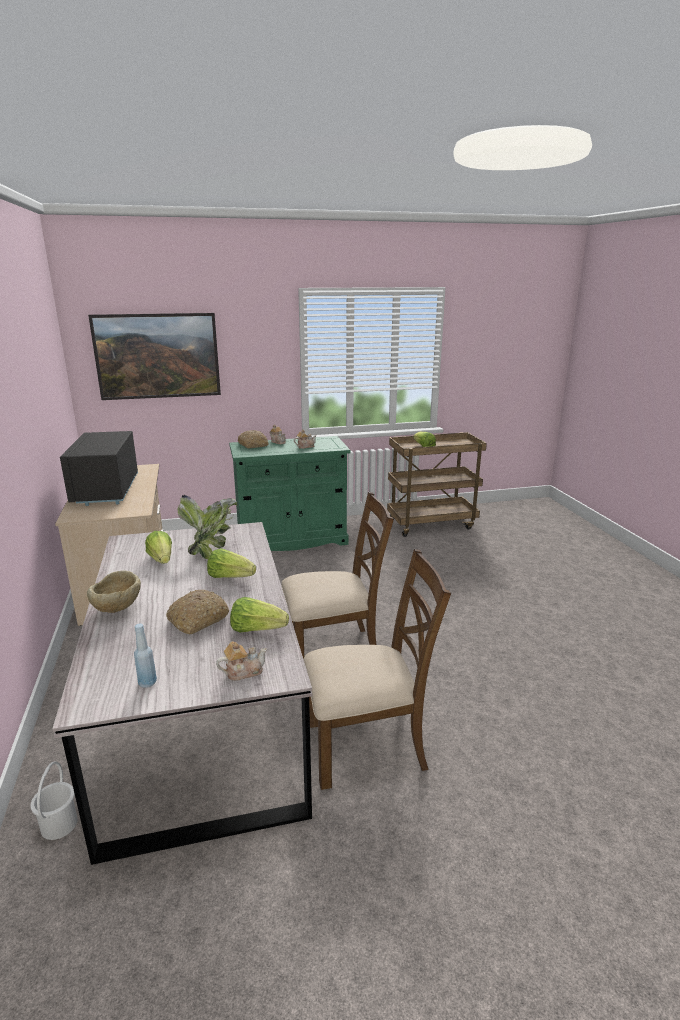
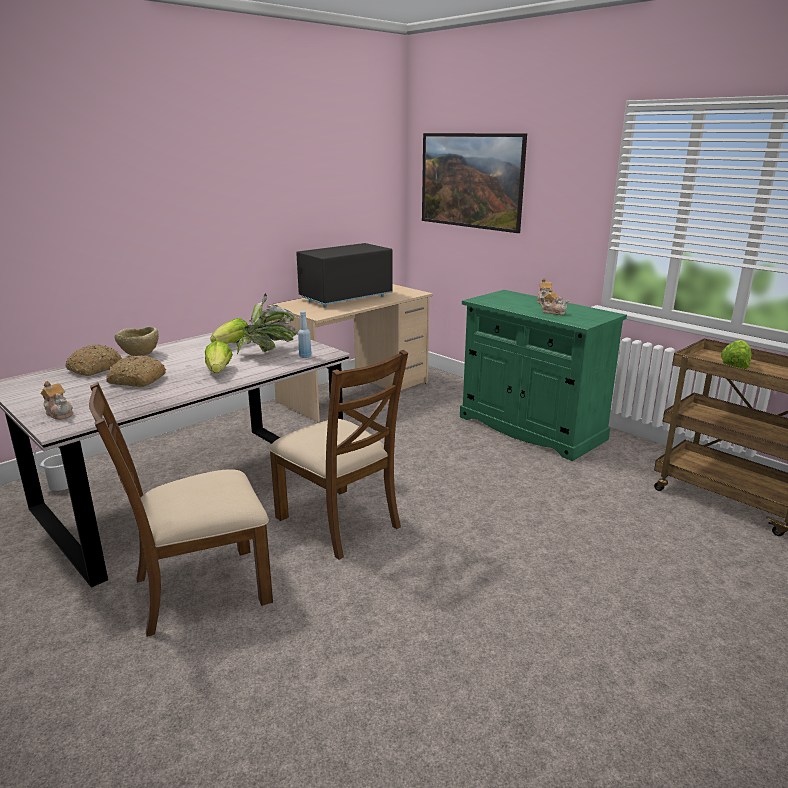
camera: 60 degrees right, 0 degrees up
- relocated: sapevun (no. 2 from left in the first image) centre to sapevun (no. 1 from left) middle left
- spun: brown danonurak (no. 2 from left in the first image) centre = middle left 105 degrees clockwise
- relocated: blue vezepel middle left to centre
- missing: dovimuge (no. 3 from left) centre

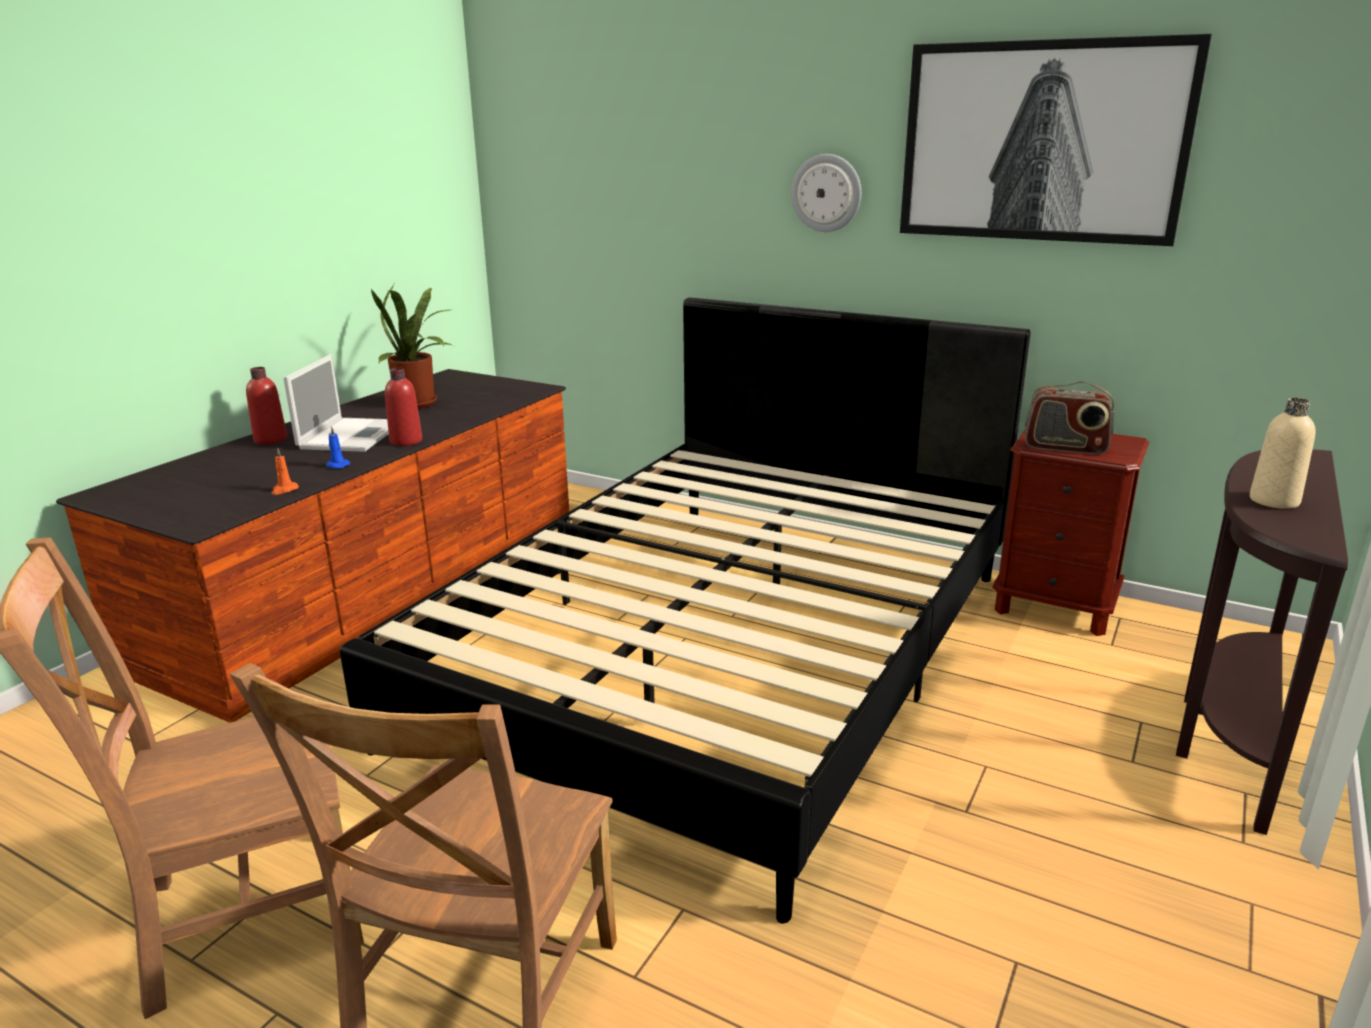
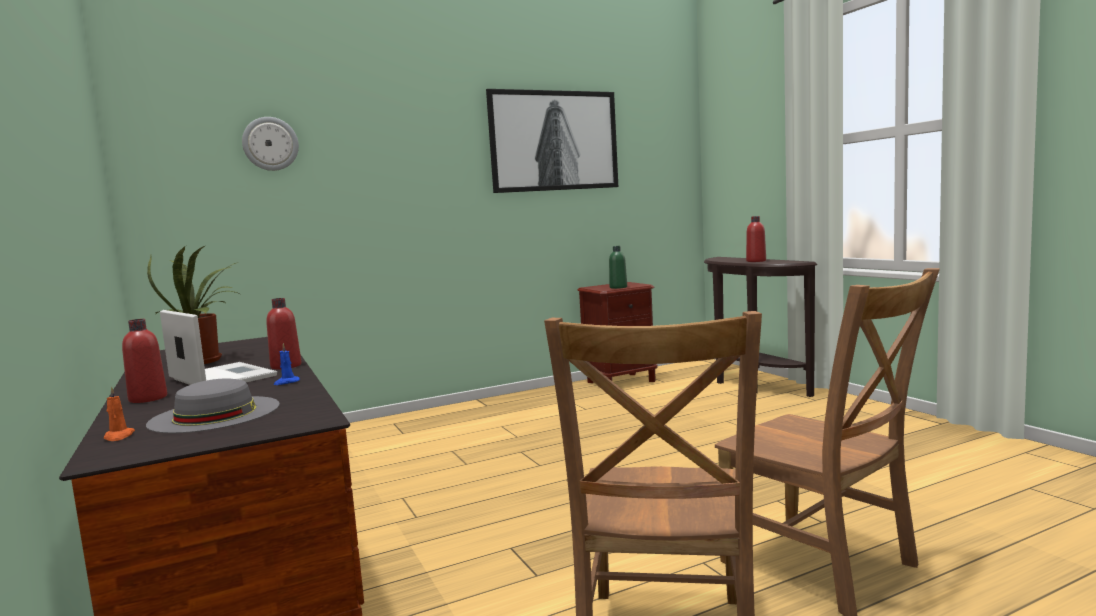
camera: 55 degrees left, 15 degrees down
- relocated: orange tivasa middle left to bottom left
- appeared: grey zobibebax middle left
- relocated: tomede top centre to top left
- exchanged: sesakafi middle right to green vezepel centre
- colour: beige vezepel middle right to red vezepel (no. 3 from left) middle right
- missing: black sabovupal centre

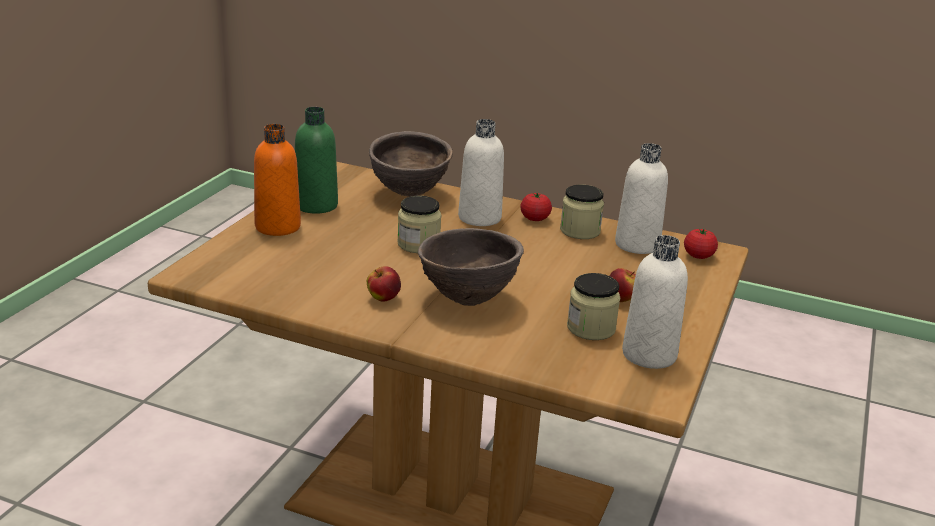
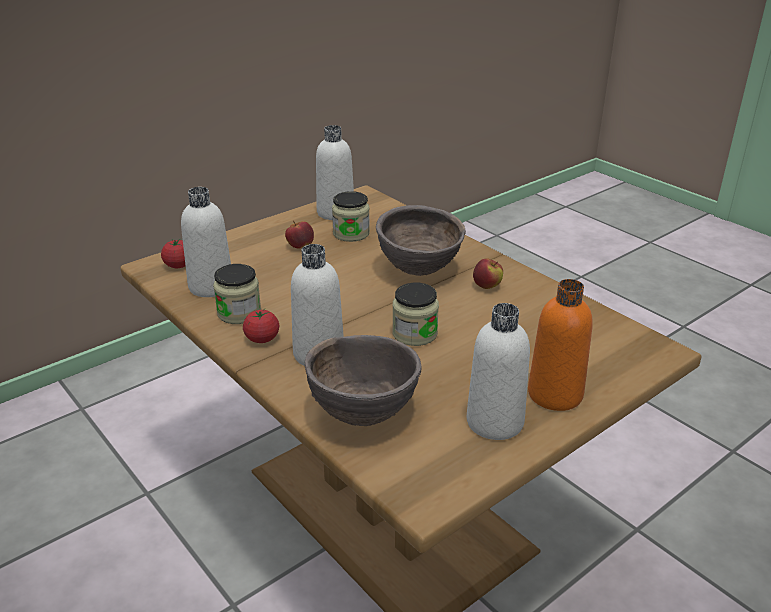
camera: 150 degrees left, 5 degrees up
- colour: green vezepel top centre to white vezepel (no. 4 from left) centre

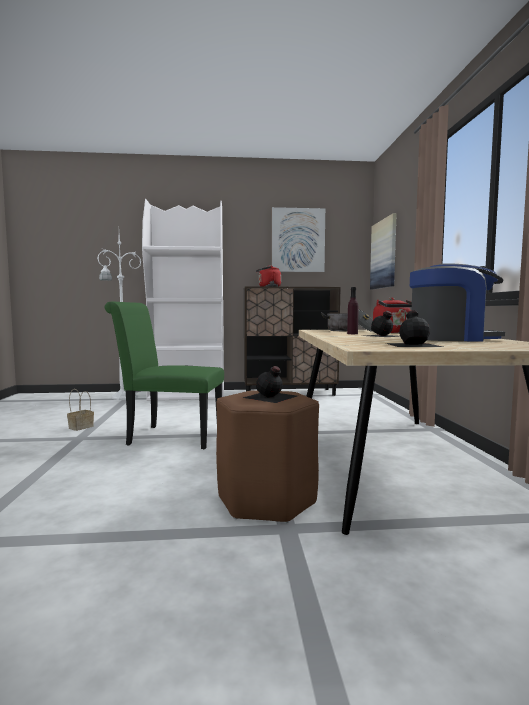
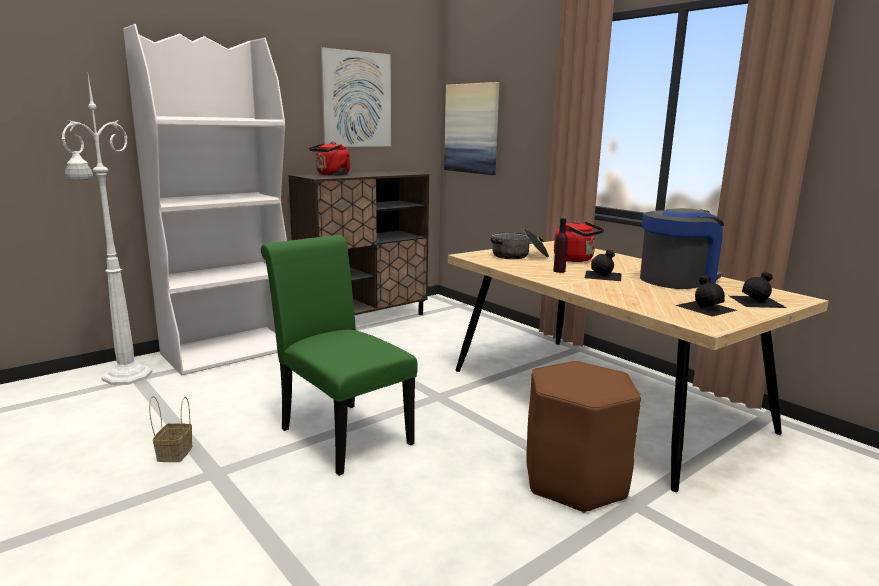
camera: 35 degrees left, 10 degrees up
- spun: green danonurak middle left = centre 75 degrees clockwise
- relocated: black vezepel (no. 1 from left in the first image) centre to black vezepel (no. 3 from left) middle right

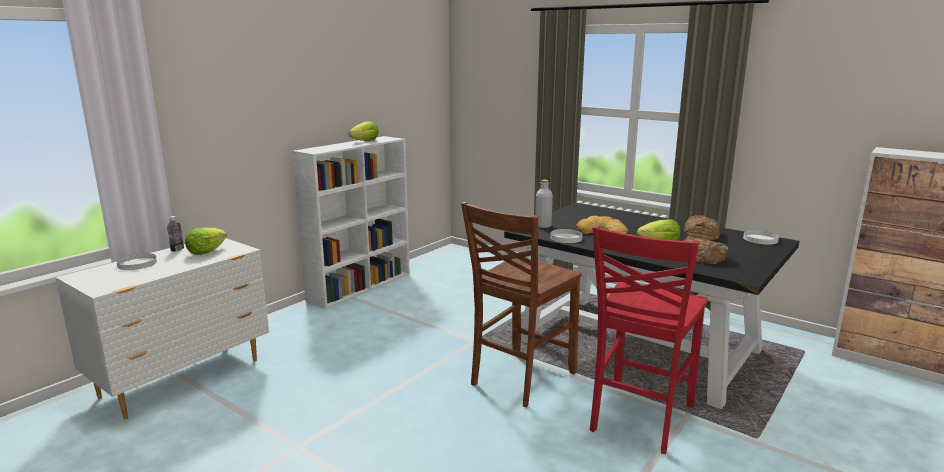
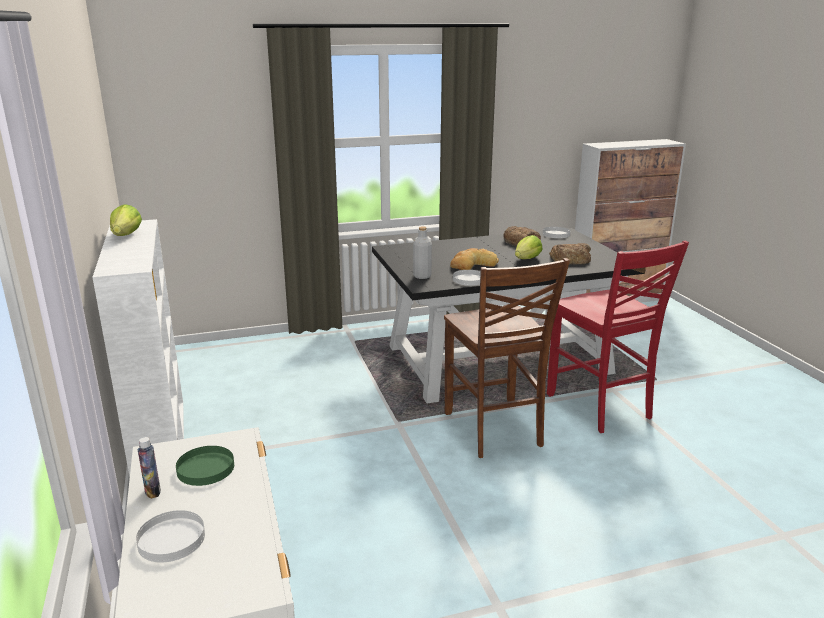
camera: 55 degrees left, 5 degrees up
- exchanged: dovimuge (no. 1 from left) middle left to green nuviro bottom left

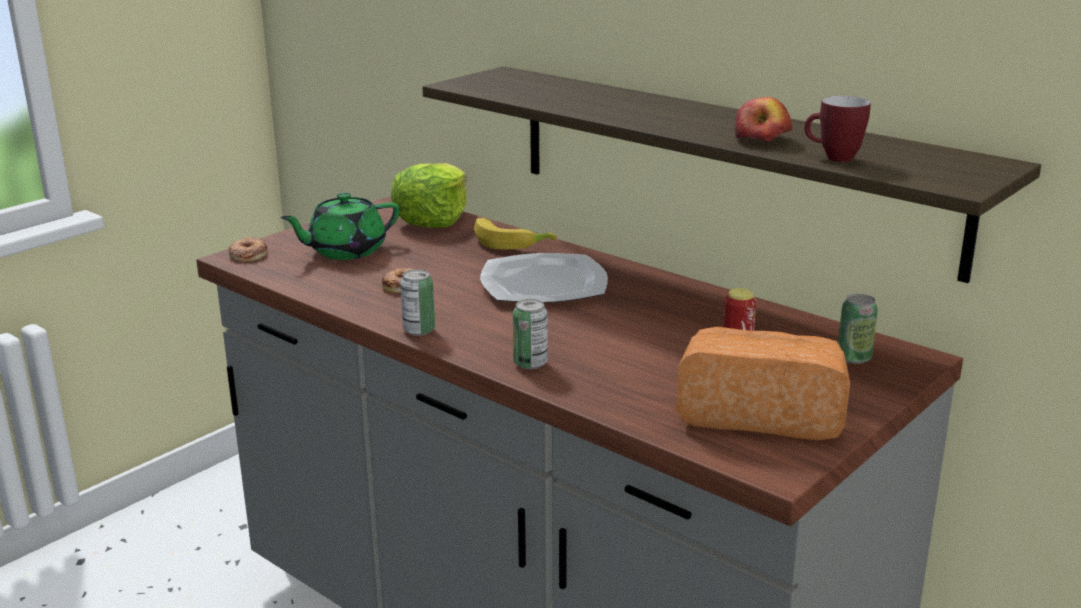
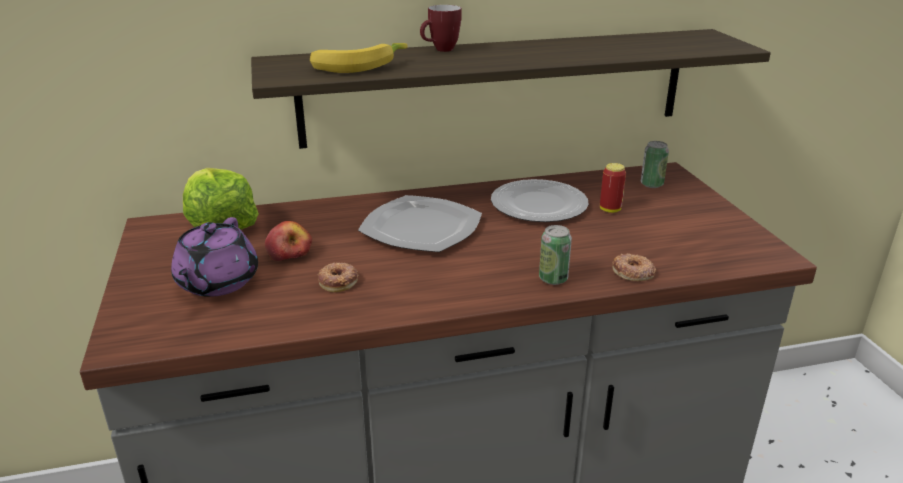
camera: 55 degrees left, 5 degrees up
- colour: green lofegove middle left to purple lofegove middle left
- relocated: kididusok top right to middle left
- relocated: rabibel centre to top centre
- relocated: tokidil top right to top centre
- appeared: nuviro (no. 2 from left) centre
- relocated: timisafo (no. 1 from left in the first image) middle left to timisafo (no. 2 from left) middle right
- missing: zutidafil (no. 1 from left) centre
- missing: sapevun middle right

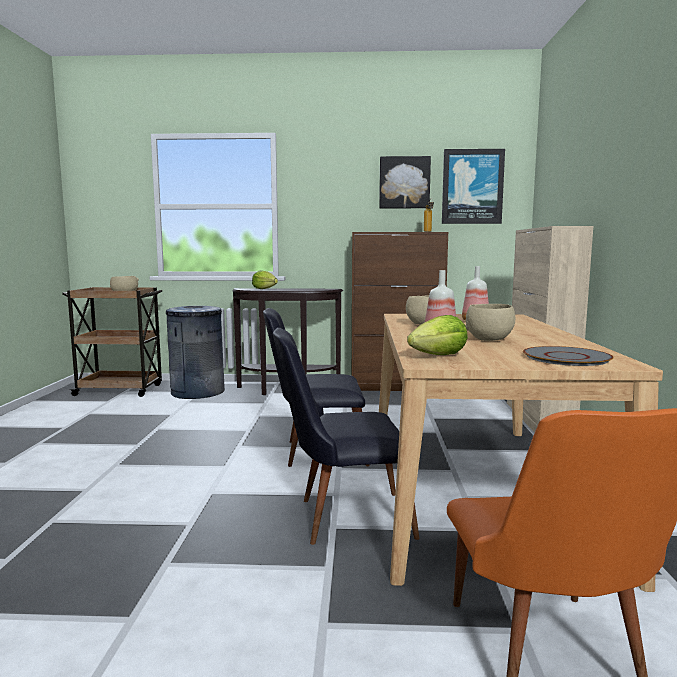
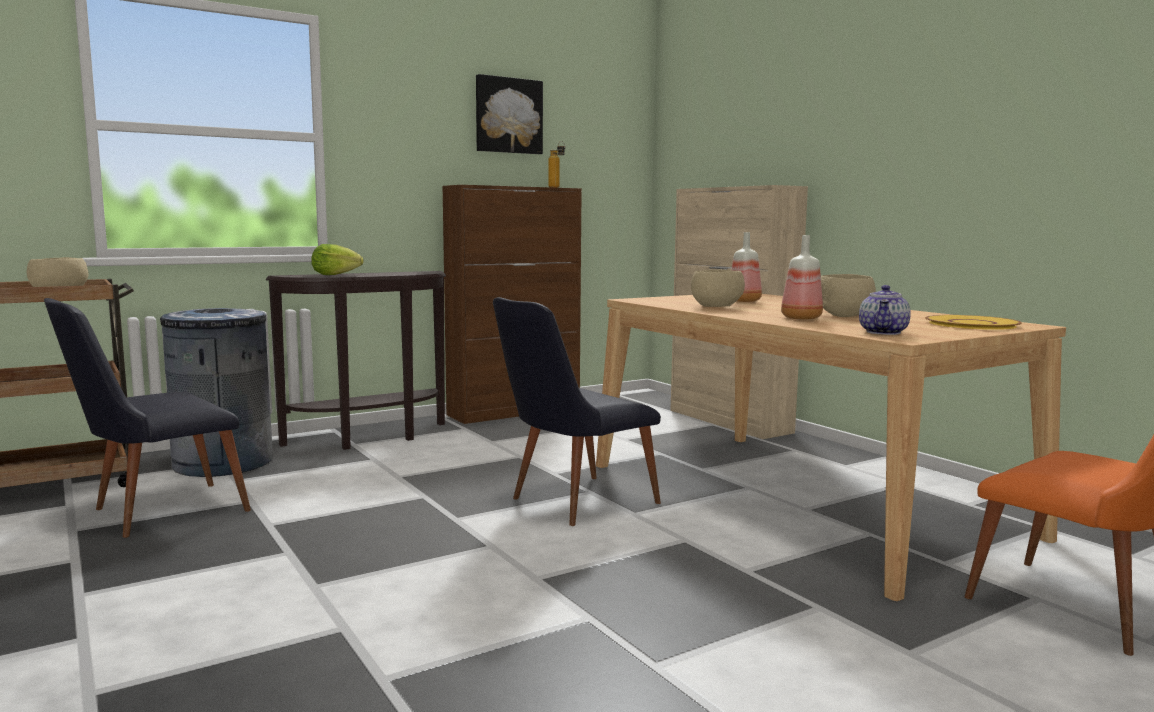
camera: 35 degrees left, 0 degrees up
- relocated: black danonurak (no. 2 from left in the first image) centre to black danonurak (no. 1 from left) middle left
- exchanged: dovimuge (no. 2 from left) centre to lofegove middle right
- colour: grey nuviro middle right to yellow nuviro middle right
- missing: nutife (no. 2 from left) top right

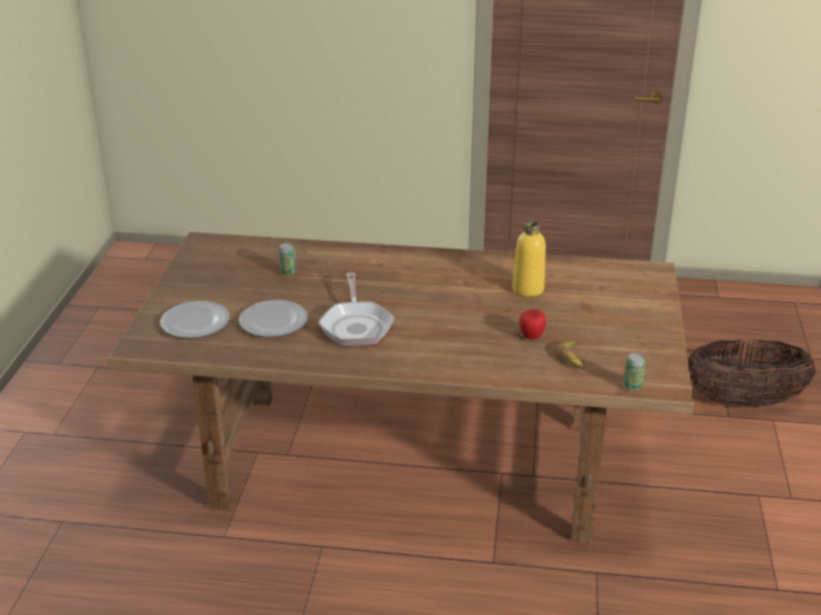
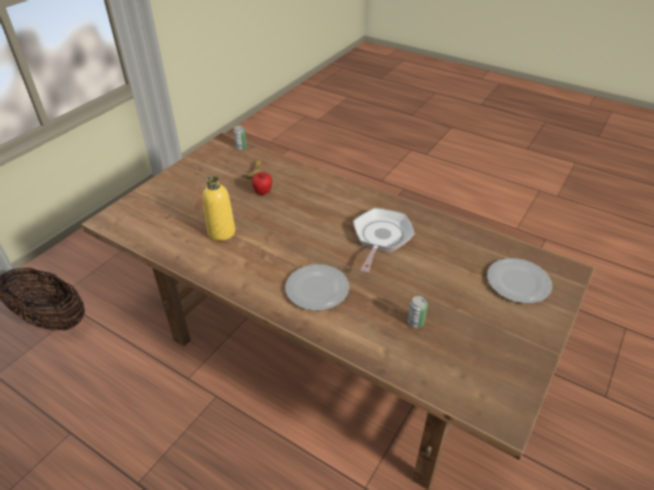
camera: 155 degrees left, 10 degrees up
- relocated: nuviro (no. 2 from left in the first image) middle left to nuviro (no. 1 from left) centre

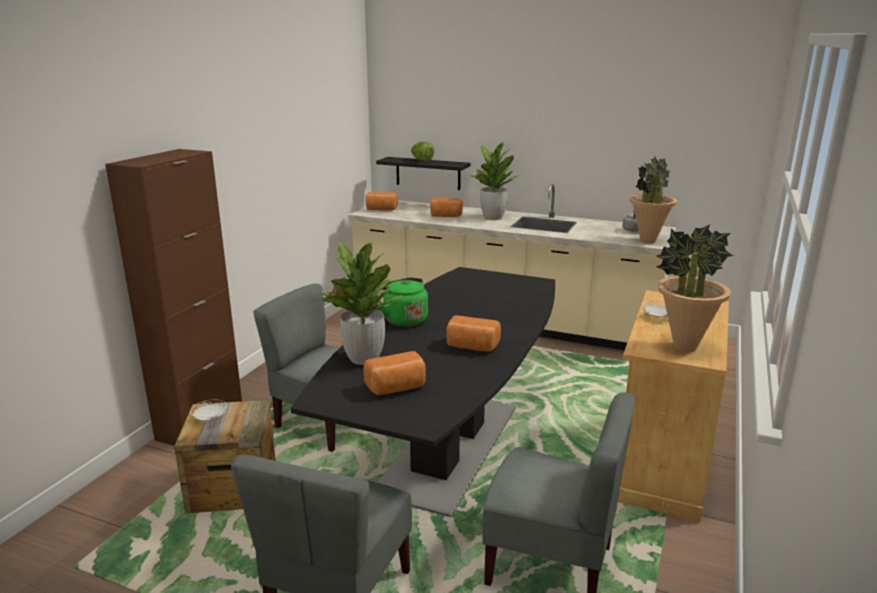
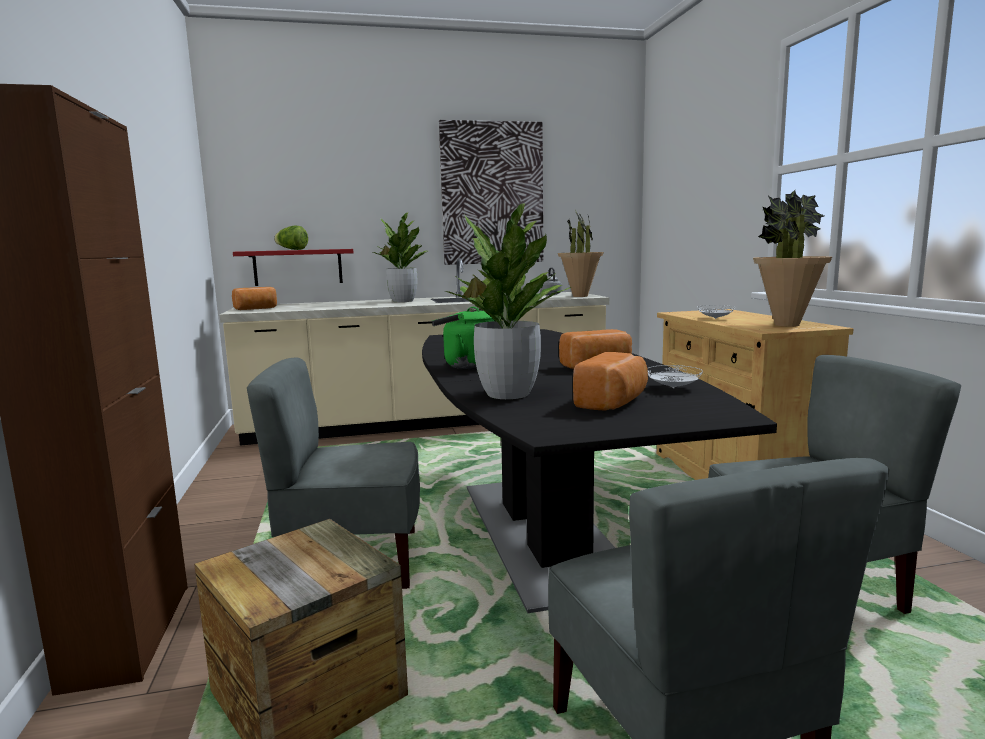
camera: 35 degrees left, 10 degrees down
- colour: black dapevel top centre to red dapevel middle left
- appeared: nutife top centre
- relocated: white nuviro (no. 1 from left) bottom left to middle right
- missing: sapevun (no. 3 from left) centre

